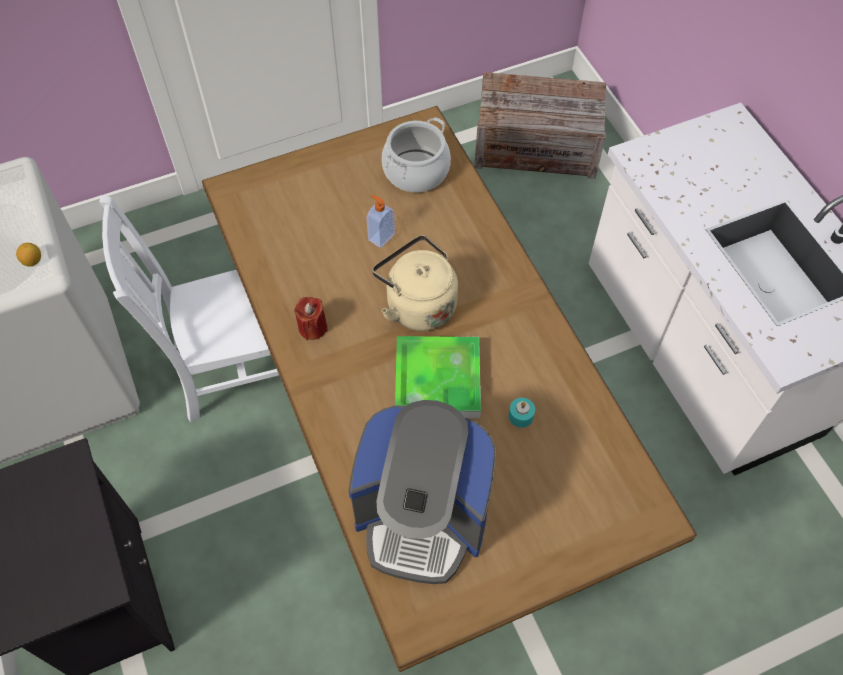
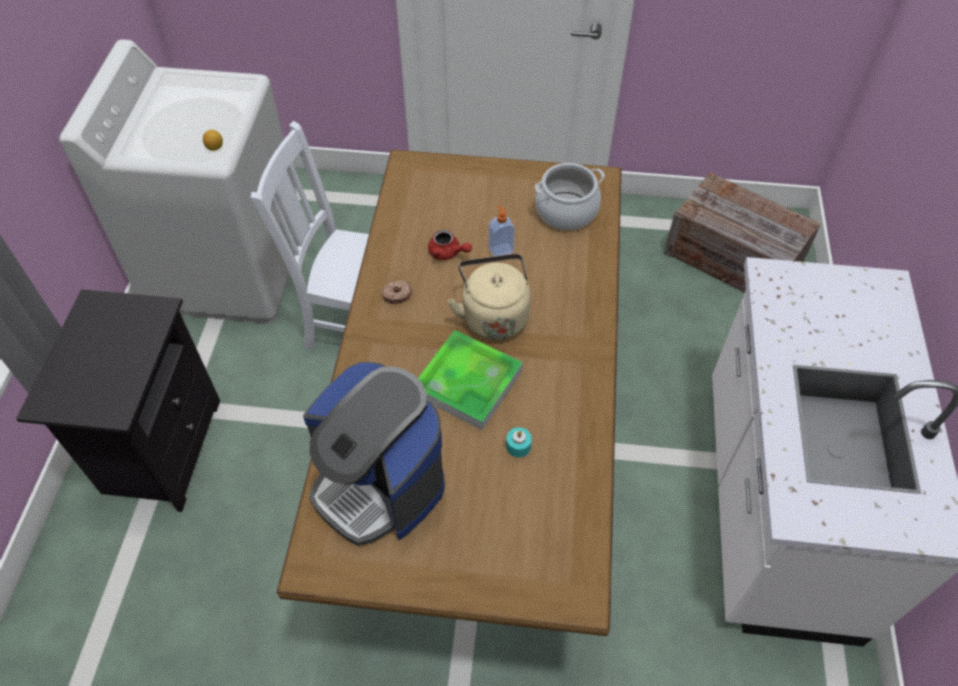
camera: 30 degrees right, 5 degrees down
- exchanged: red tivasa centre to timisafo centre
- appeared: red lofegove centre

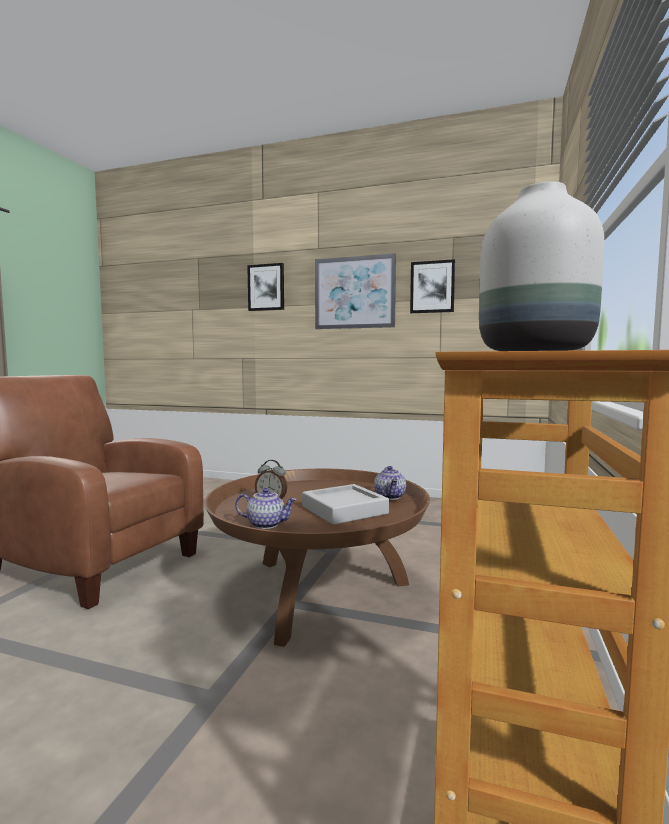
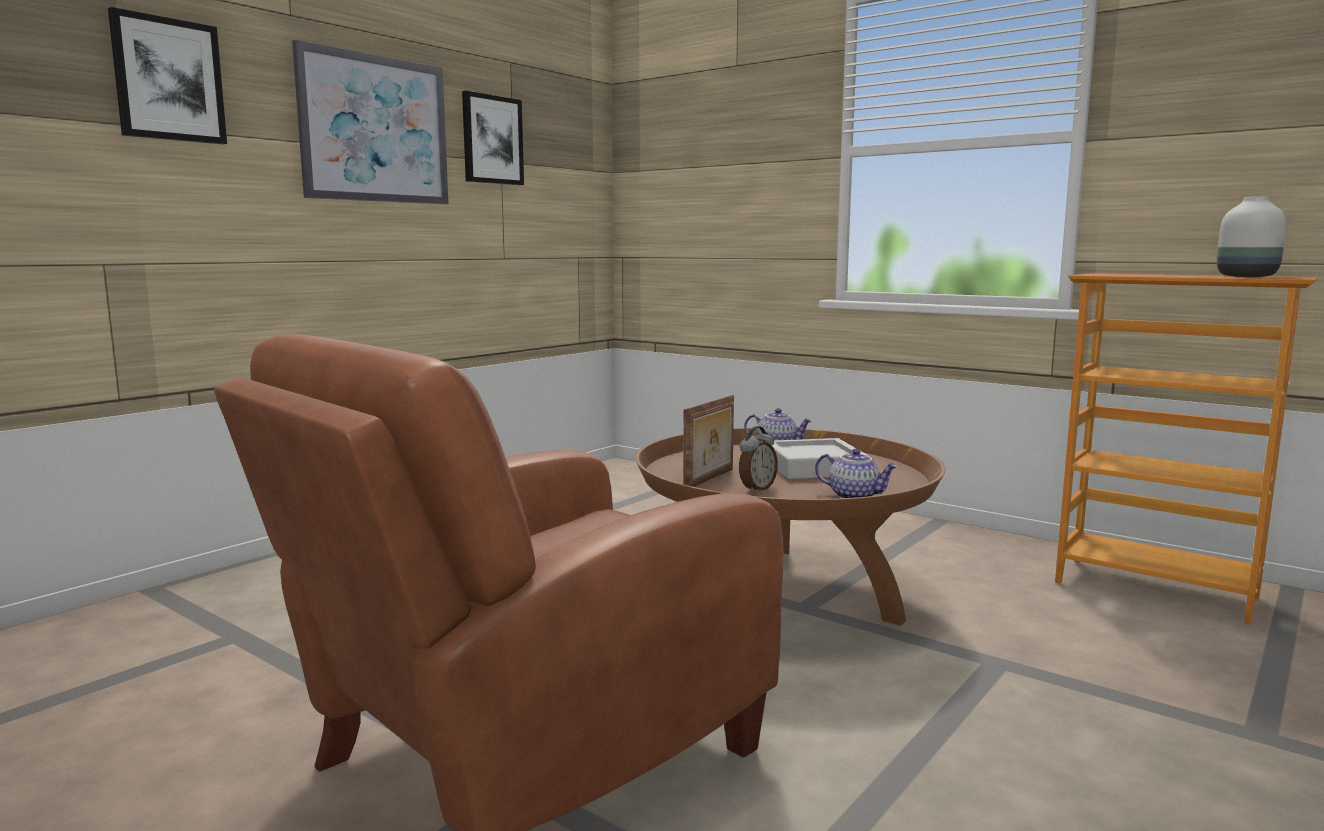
camera: 70 degrees left, 5 degrees up
- appeared: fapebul centre
- spun: lofegove (no. 1 from left in the first image) centre = centre 90 degrees clockwise

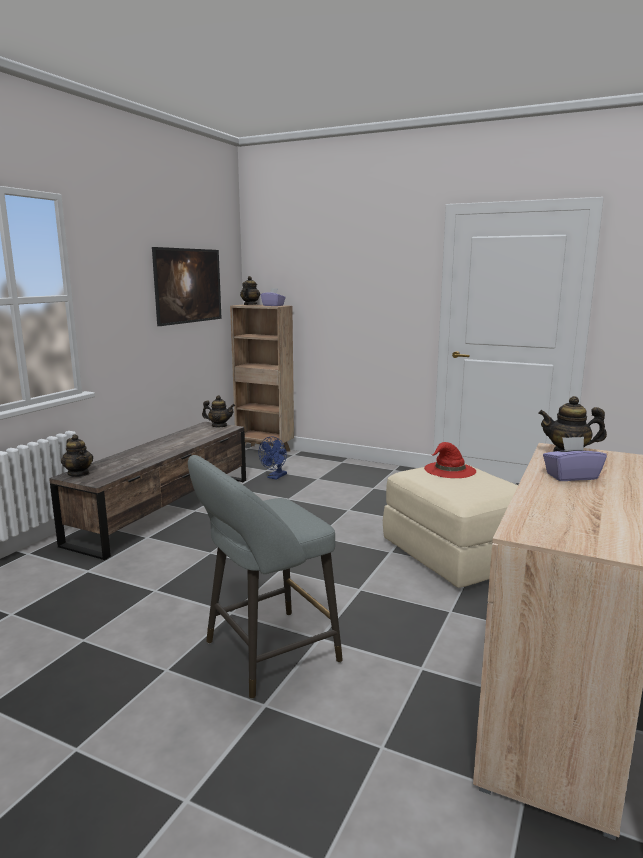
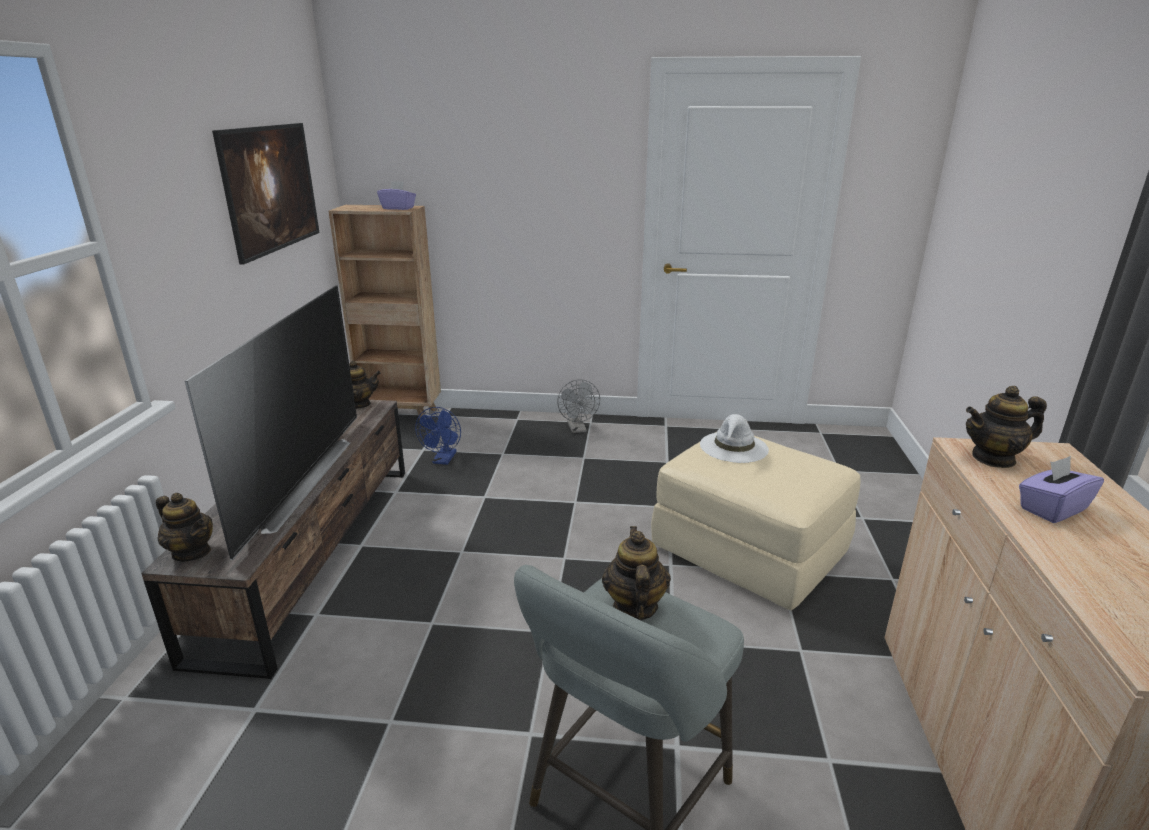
camera: 20 degrees left, 10 degrees up
- appeared: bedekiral middle left
- appeared: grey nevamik centre
- relocated: lofegove (no. 3 from left) centre to bottom centre
- colour: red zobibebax middle right to white zobibebax centre

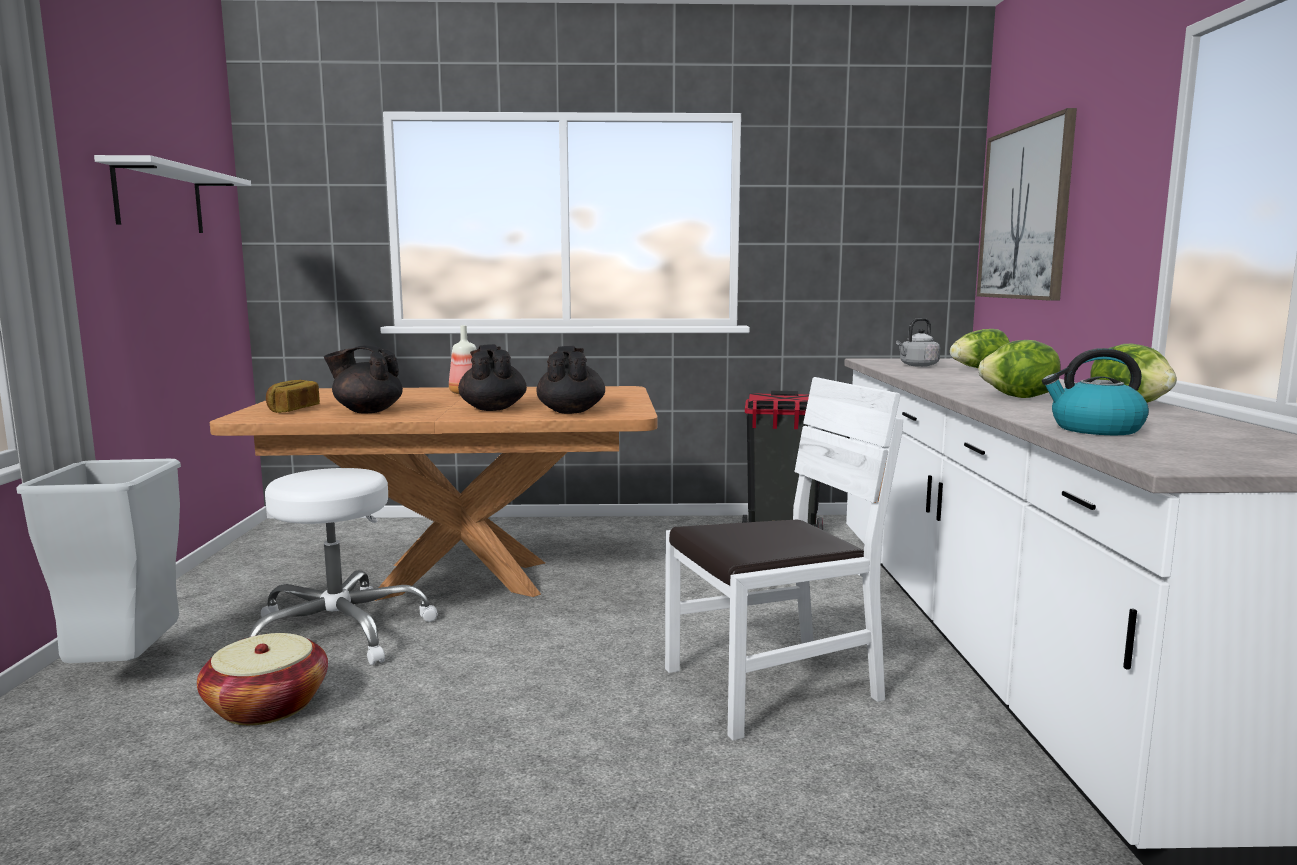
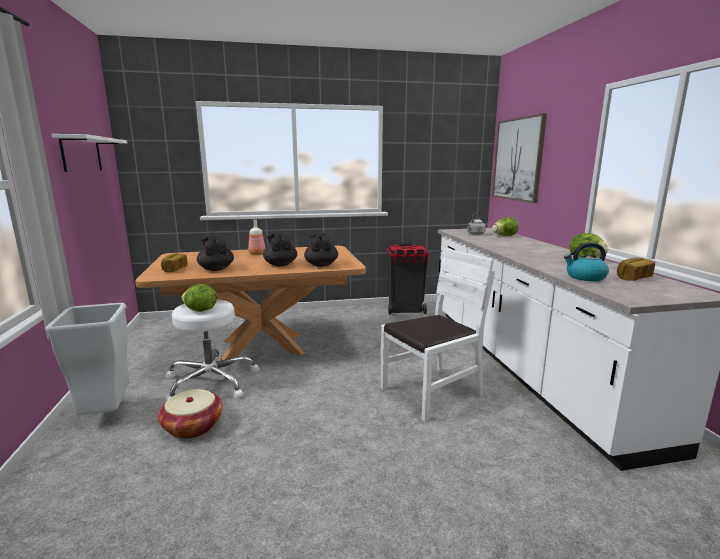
camera: 10 degrees left, 5 degrees up
- relocated: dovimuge (no. 2 from left in the first image) middle right to dovimuge (no. 1 from left) middle left
- spun: black lofegove (no. 1 from left) middle left = middle left 60 degrees clockwise
- appeared: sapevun (no. 2 from left) middle right

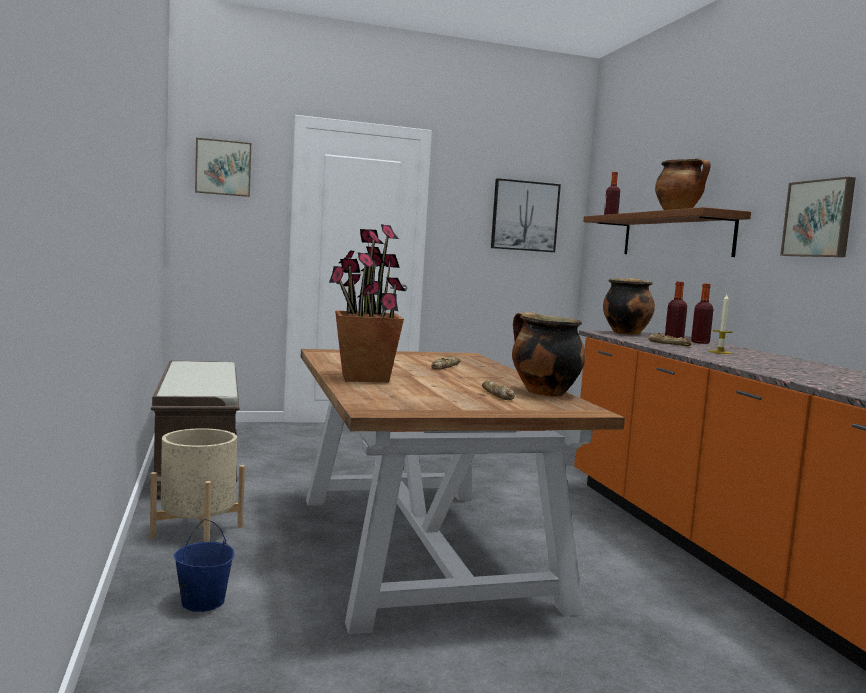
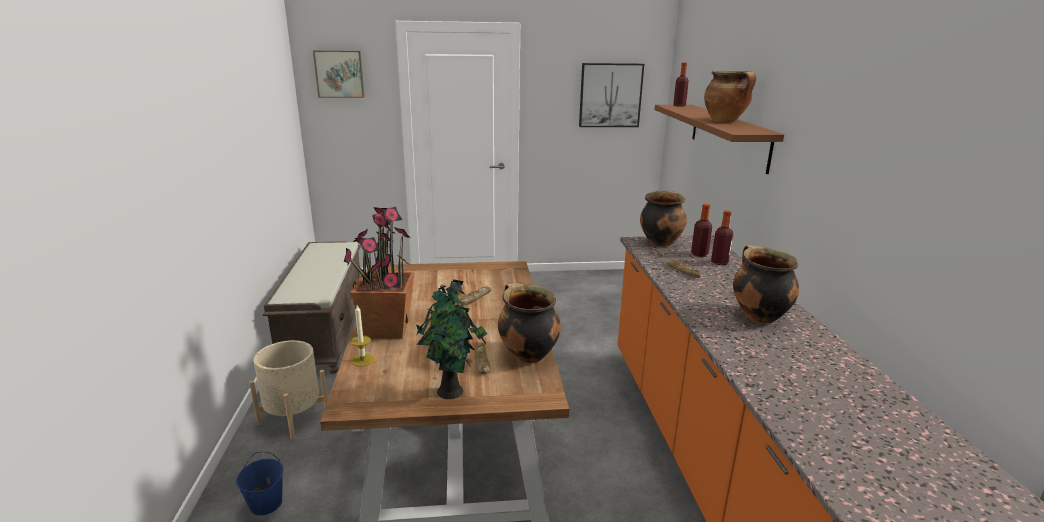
camera: 10 degrees right, 15 degrees up
- relocated: tivasa middle right to centre
- appeared: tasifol (no. 2 from left) centre
- appeared: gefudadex (no. 4 from left) middle right
- missing: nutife (no. 3 from left) top right

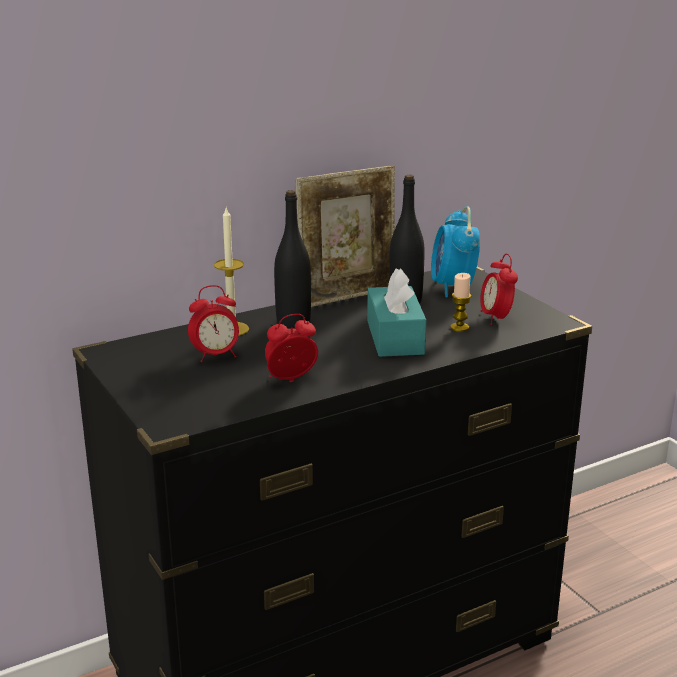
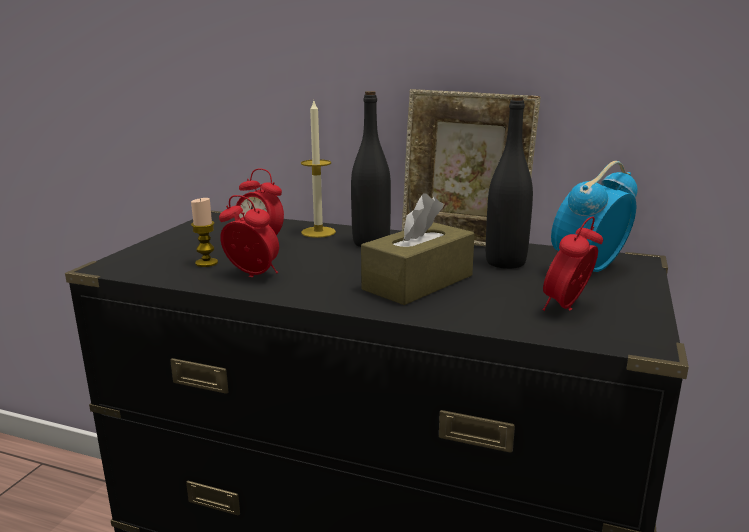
camera: 50 degrees right, 5 degrees down
- relocated: tivasa (no. 2 from left in the first image) middle right to tivasa (no. 1 from left) middle left
- colour: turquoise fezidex centre to brown fezidex centre

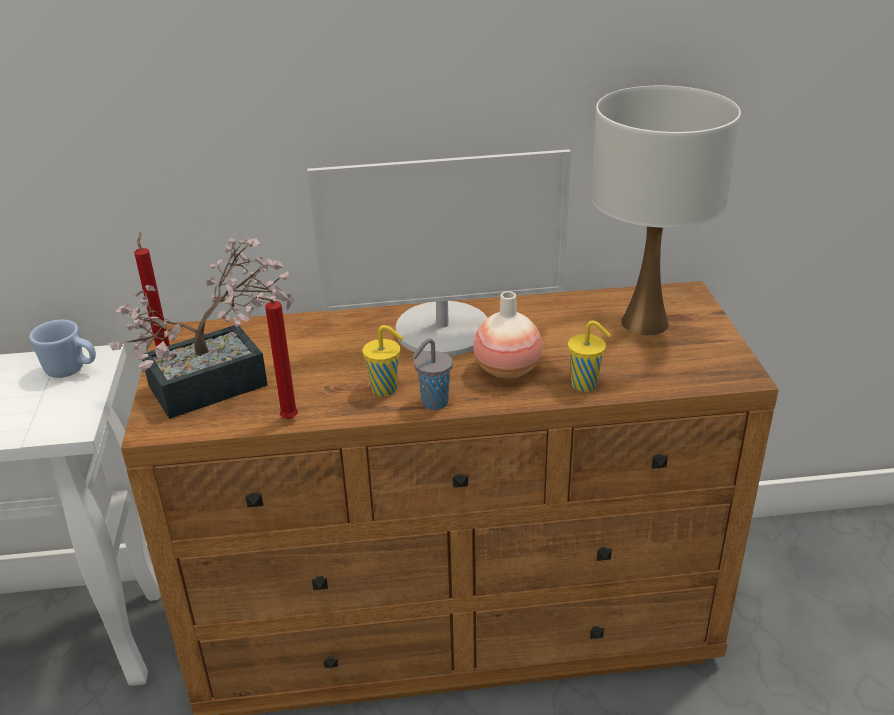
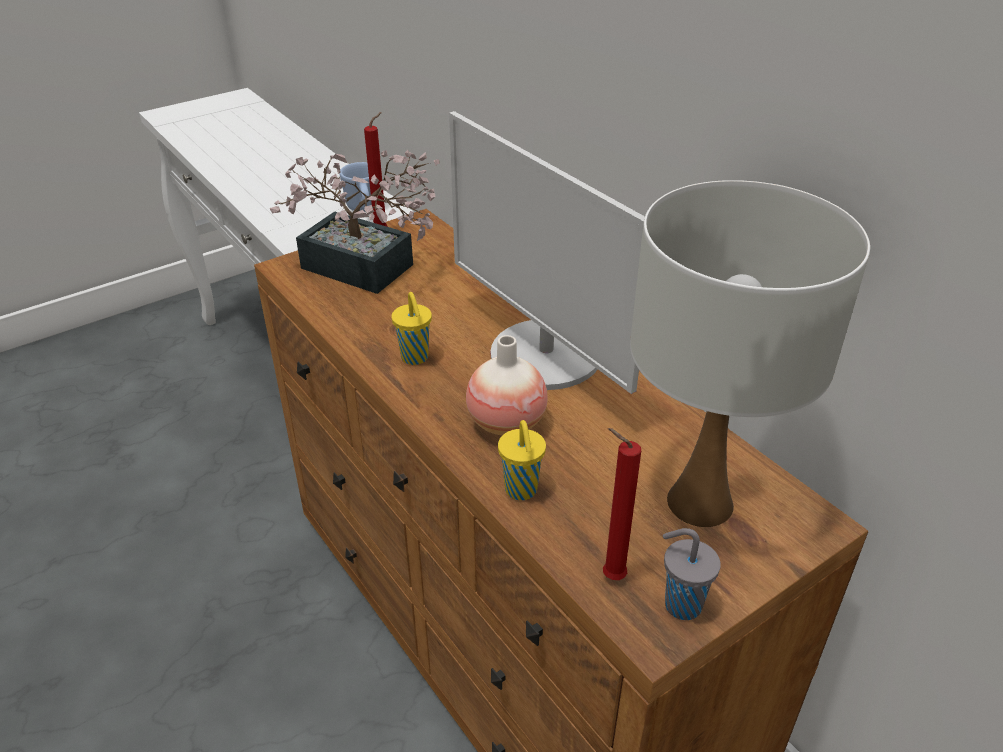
camera: 60 degrees right, 5 degrees up
- relocated: red tivasa (no. 2 from left) middle left to bottom centre
- relocated: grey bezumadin centre to bottom right

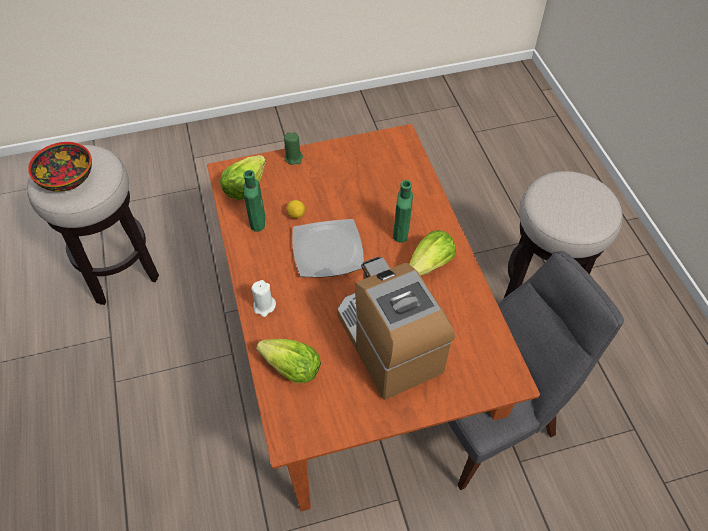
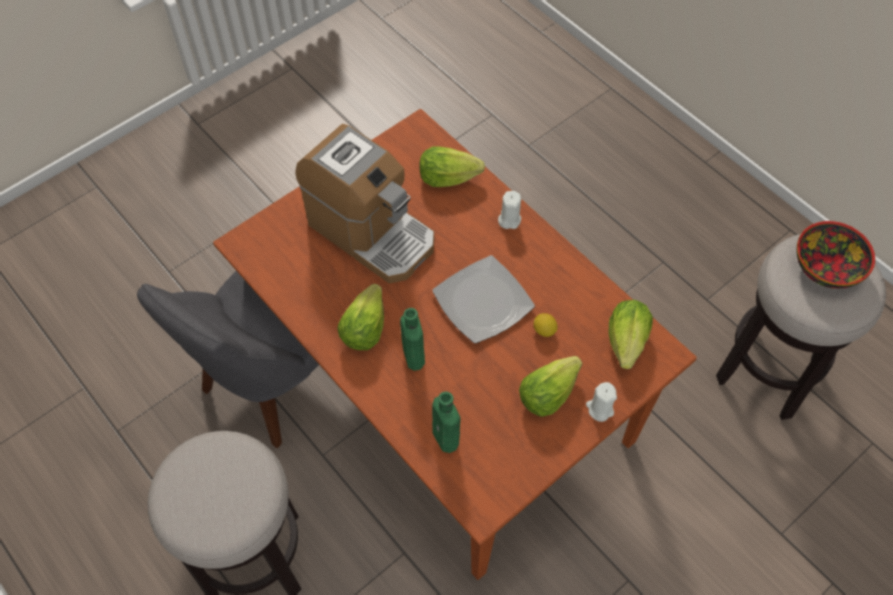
camera: 155 degrees right, 5 degrees up
- relocated: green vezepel (no. 1 from left in the first image) centre to green vezepel (no. 2 from left) bottom centre
- appeared: dovimuge (no. 3 from left) centre
- colour: green tivasa top centre to white tivasa (no. 2 from left) bottom right

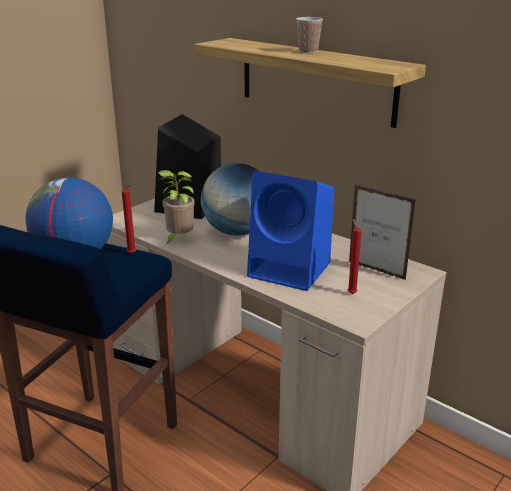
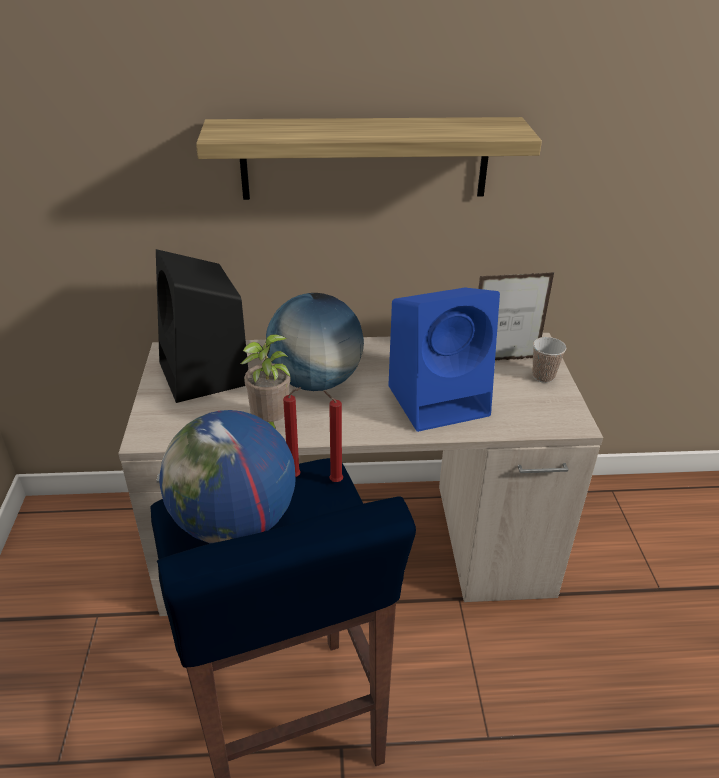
camera: 45 degrees left, 10 degrees up
- relocated: red tivasa (no. 2 from left) middle right to centre
- relocated: bezumadin top centre to middle right

